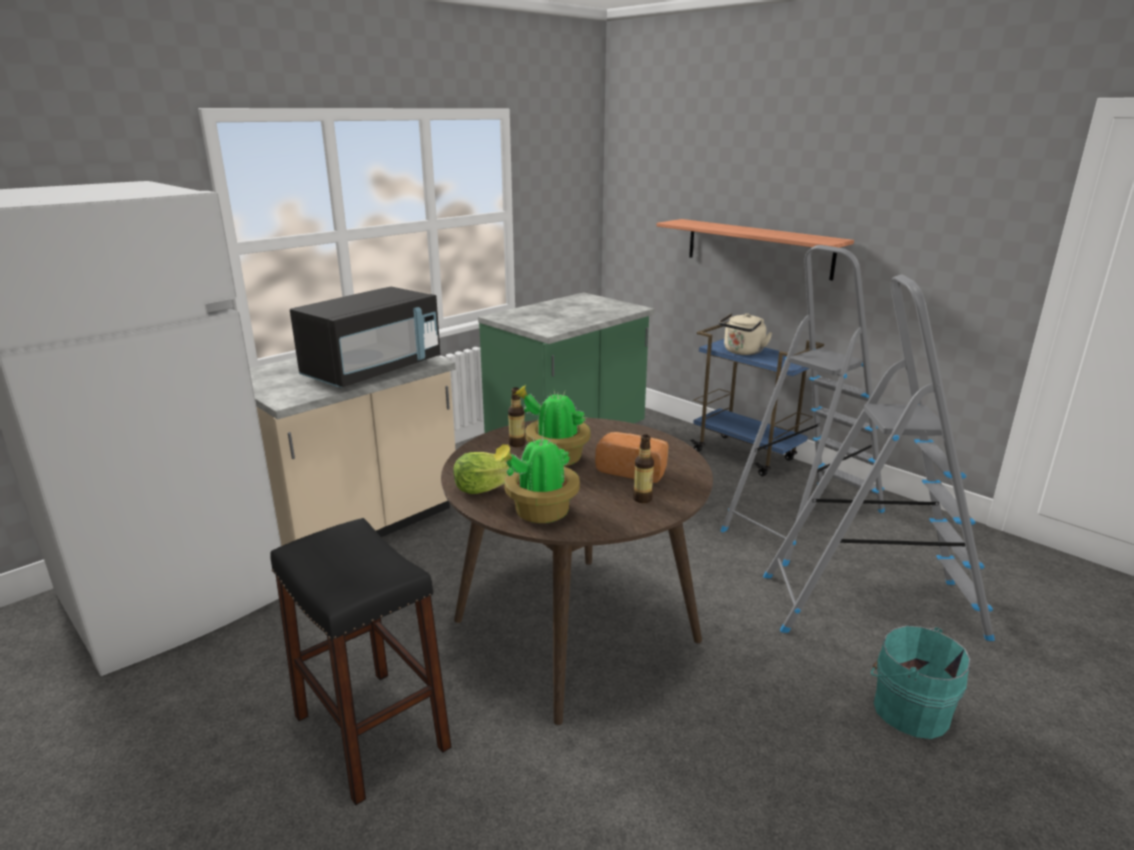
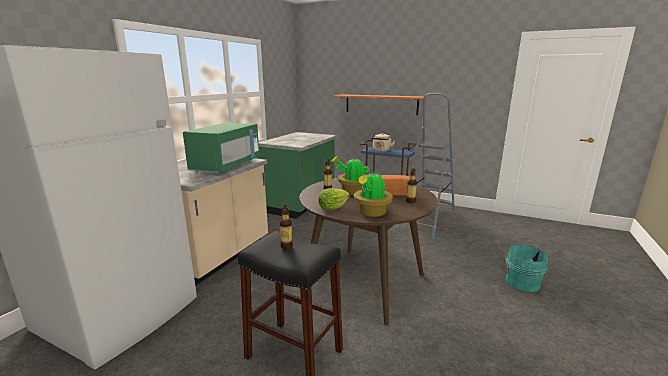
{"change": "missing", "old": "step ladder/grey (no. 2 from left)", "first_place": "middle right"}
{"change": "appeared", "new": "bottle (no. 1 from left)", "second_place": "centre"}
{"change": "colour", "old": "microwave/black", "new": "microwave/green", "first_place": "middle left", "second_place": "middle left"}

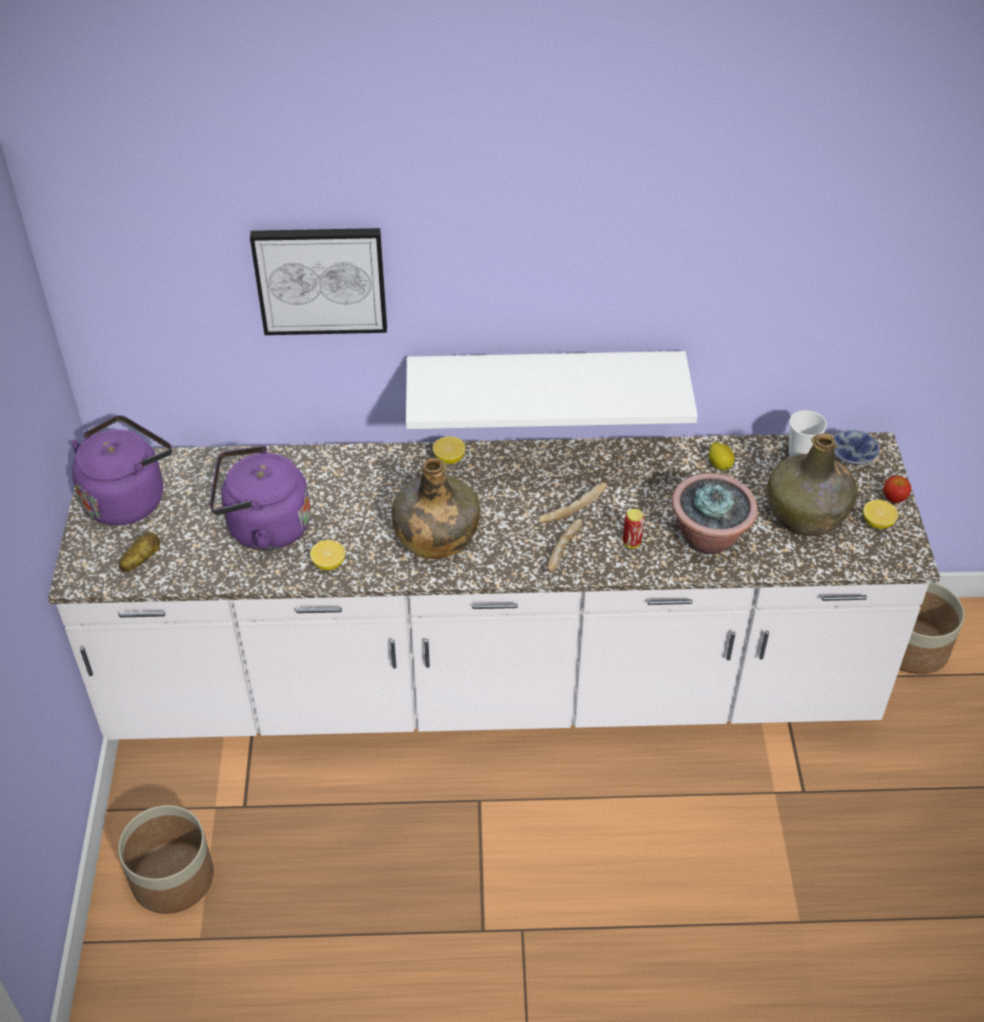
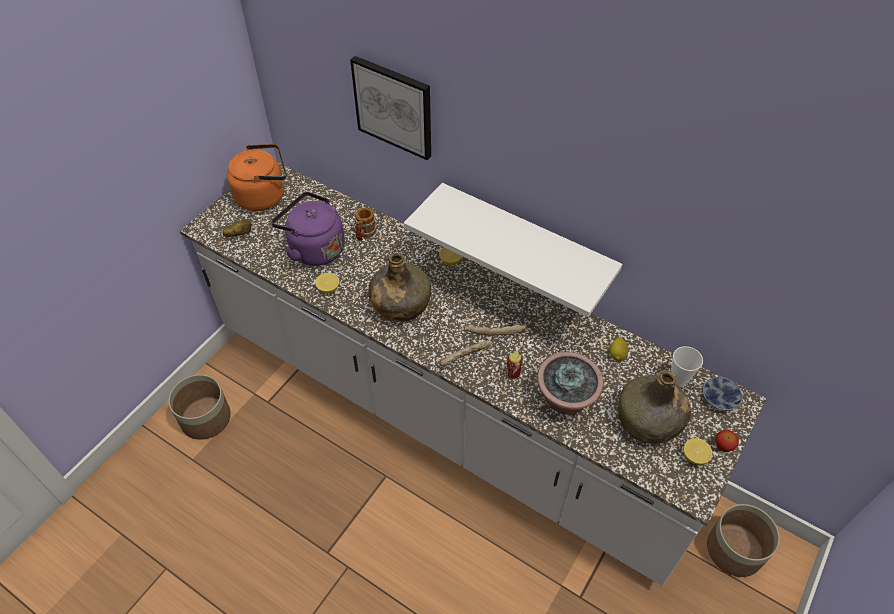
{"change": "appeared", "new": "mug", "second_place": "centre"}
{"change": "colour", "old": "kettle/purple (no. 1 from left)", "new": "kettle/orange", "first_place": "middle left", "second_place": "top left"}

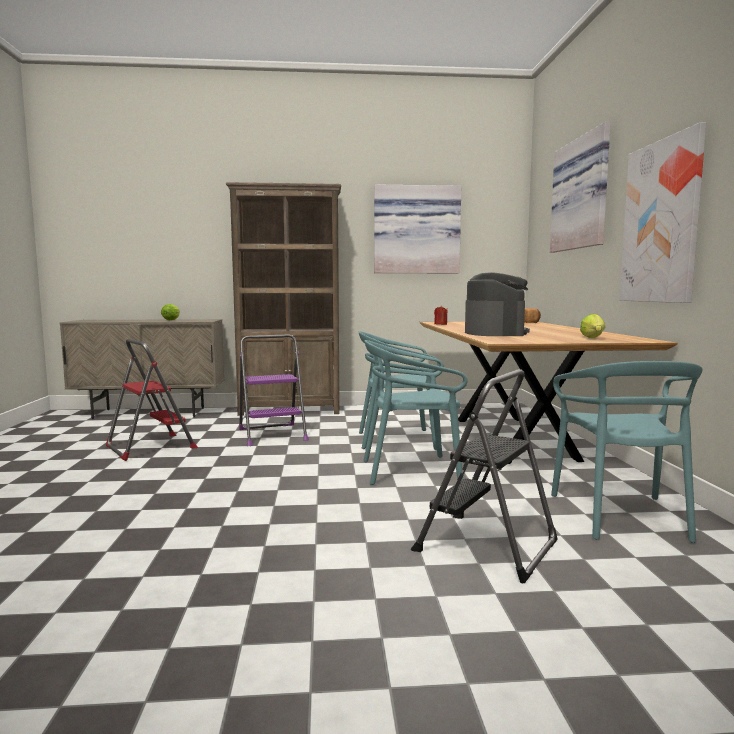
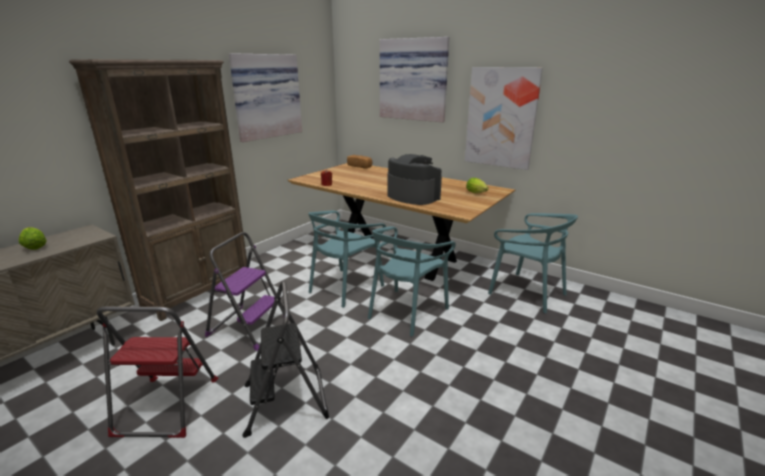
{"change": "relocated", "old": "step ladder/black", "first_place": "centre", "second_place": "bottom centre"}

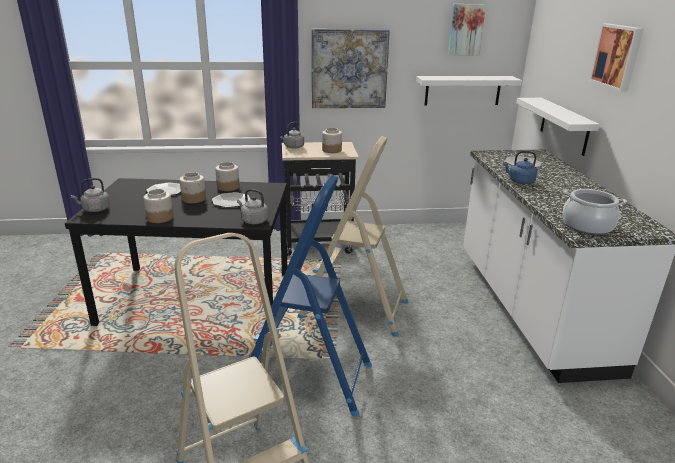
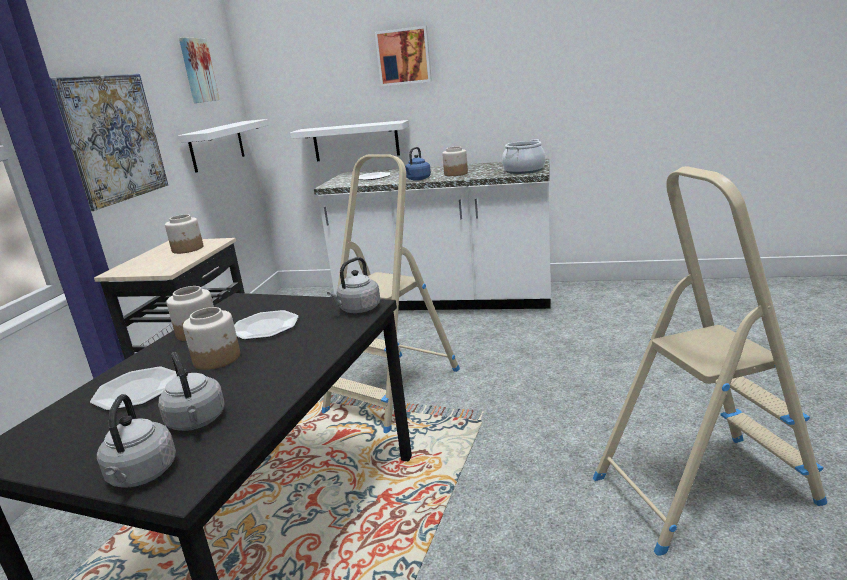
{"change": "missing", "old": "step ladder/blue", "first_place": "centre"}
{"change": "relocated", "old": "jar (no. 1 from left in the first image)", "new": "jar (no. 4 from left)", "first_place": "middle left", "second_place": "top centre"}
{"change": "relocated", "old": "kettle/grey (no. 3 from left in the first image)", "new": "kettle/grey (no. 2 from left)", "first_place": "top centre", "second_place": "bottom left"}

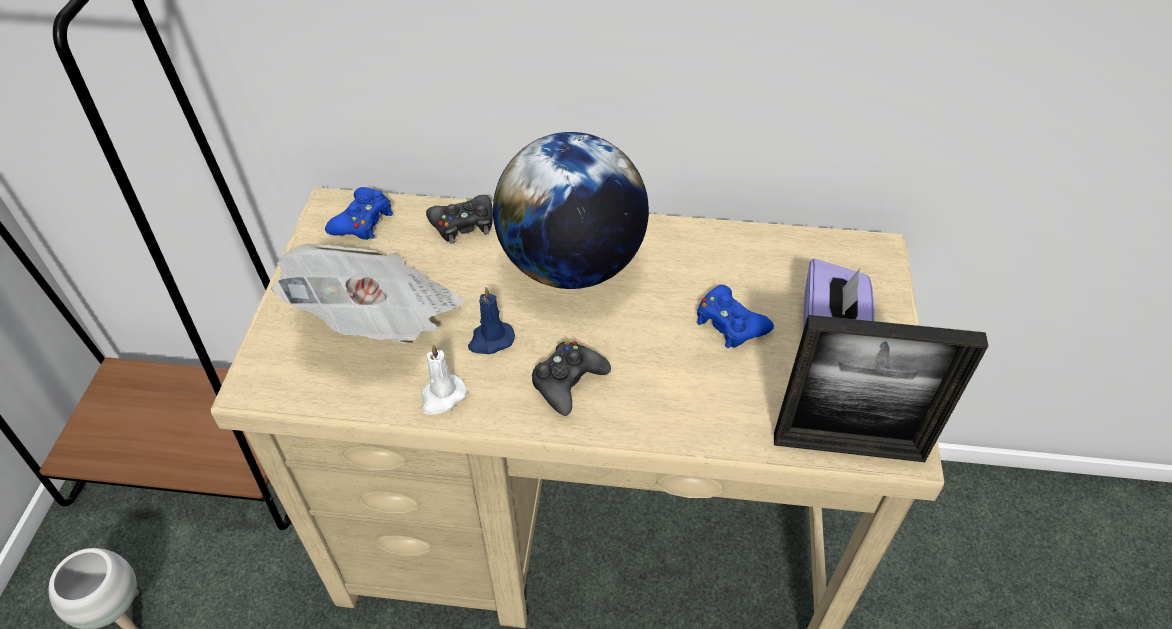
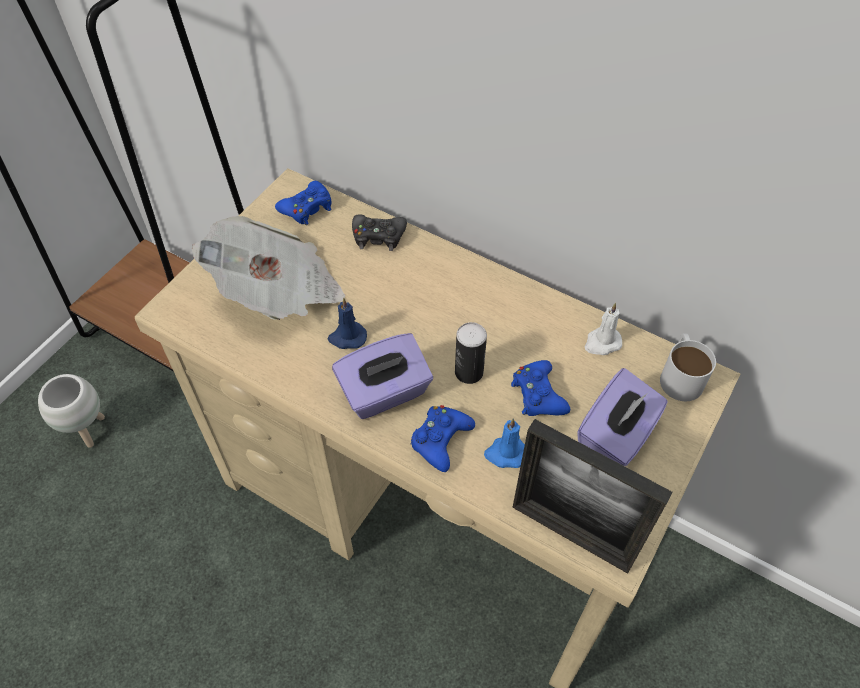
{"change": "missing", "old": "globe", "first_place": "centre"}
{"change": "appeared", "new": "game controller/blue (no. 2 from left)", "second_place": "centre"}
{"change": "appeared", "new": "can", "second_place": "centre"}
{"change": "appeared", "new": "candle/blue (no. 2 from left)", "second_place": "centre"}
{"change": "appeared", "new": "mug/white", "second_place": "middle right"}
{"change": "relocated", "old": "candle/white", "first_place": "centre", "second_place": "middle right"}
{"change": "exchanged", "old": "game controller/black (no. 2 from left)", "new": "tissue box/purple (no. 1 from left)", "first_place": "centre", "second_place": "centre"}

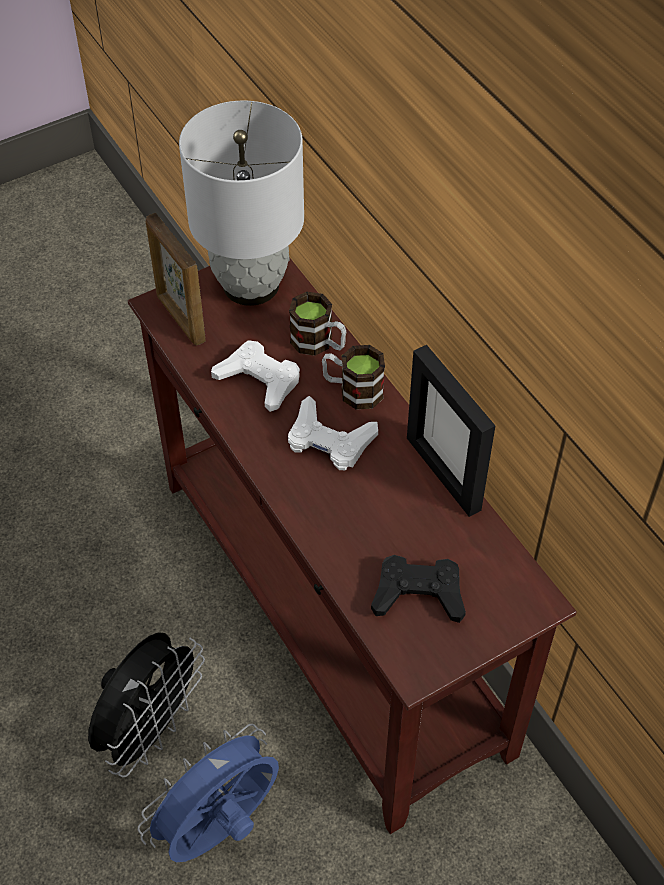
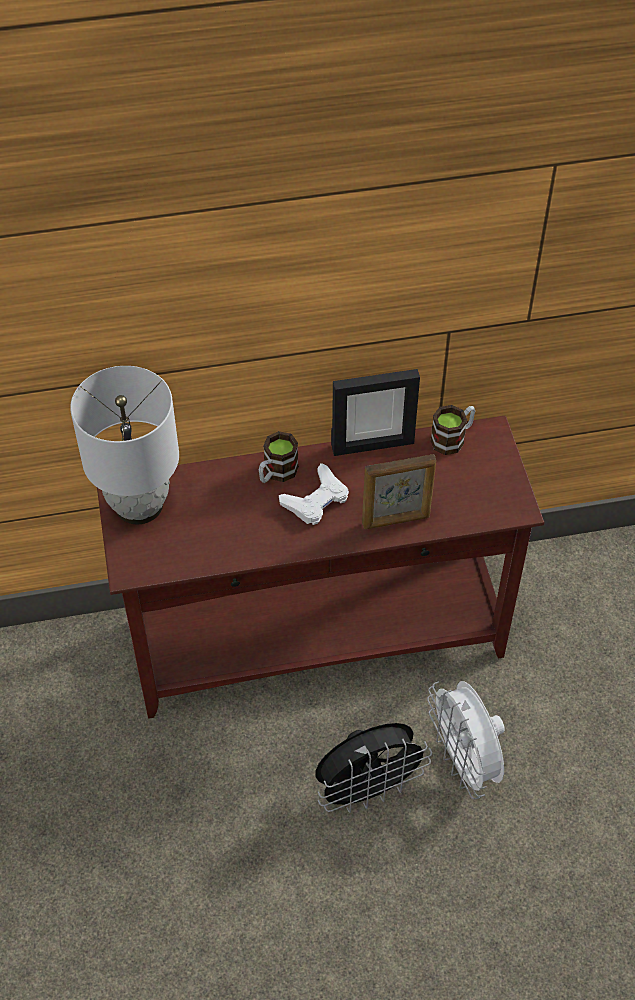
{"change": "missing", "old": "game controller/white (no. 1 from left)", "first_place": "centre"}
{"change": "missing", "old": "game controller/black", "first_place": "centre"}
{"change": "relocated", "old": "picture frame (no. 1 from left in the first image)", "new": "picture frame (no. 2 from left)", "first_place": "top left", "second_place": "centre"}
{"change": "relocated", "old": "mug (no. 1 from left in the first image)", "new": "mug (no. 2 from left)", "first_place": "centre", "second_place": "middle right"}
{"change": "colour", "old": "fan/blue", "new": "fan/white", "first_place": "bottom left", "second_place": "bottom right"}
{"change": "spun", "old": "fan/black", "first_place": "bottom left", "second_place": "bottom centre", "degrees": 105}

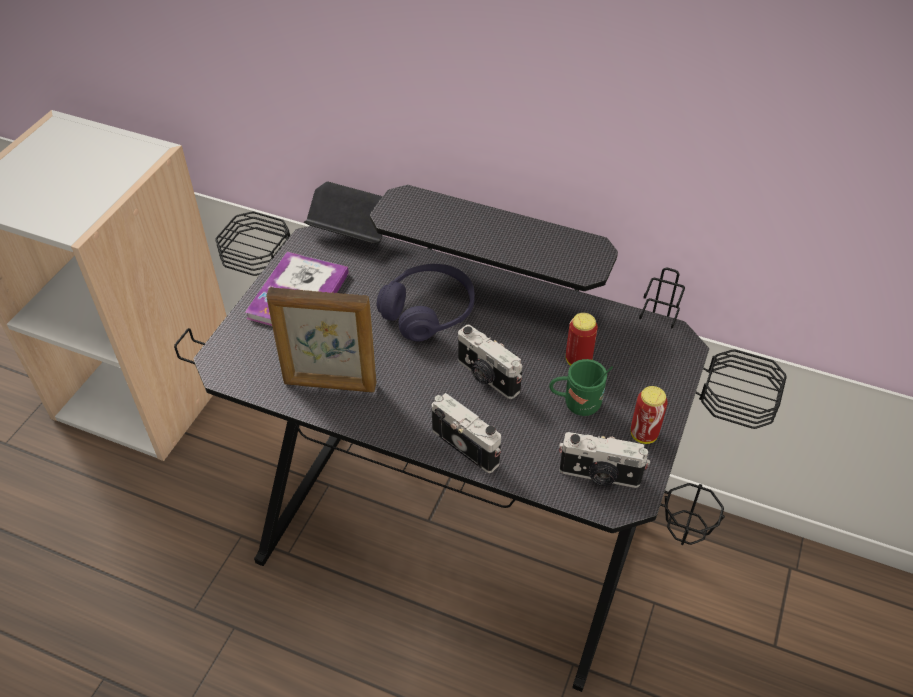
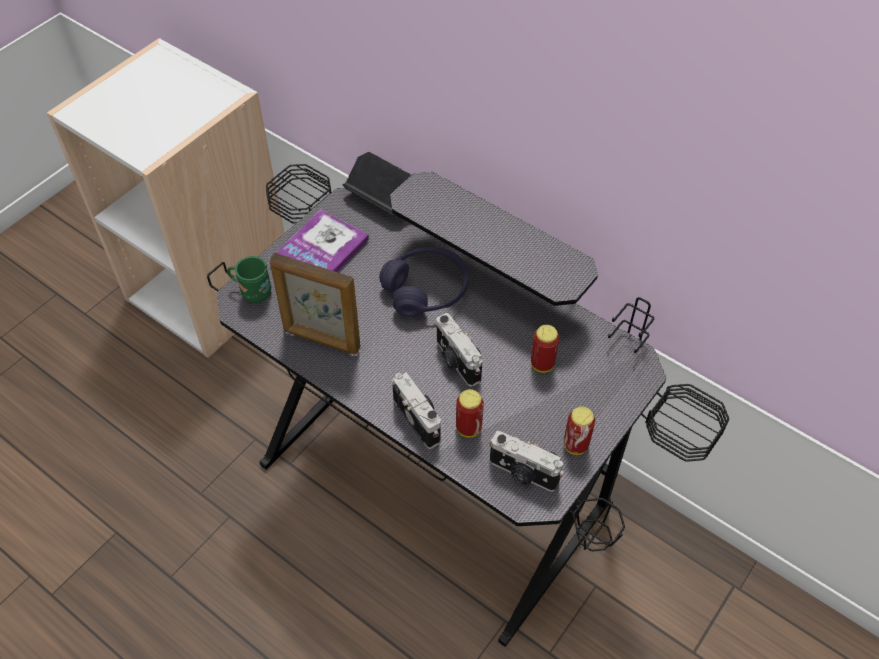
{"change": "appeared", "new": "can (no. 1 from left)", "second_place": "centre"}
{"change": "relocated", "old": "mug/green", "first_place": "centre", "second_place": "middle left"}

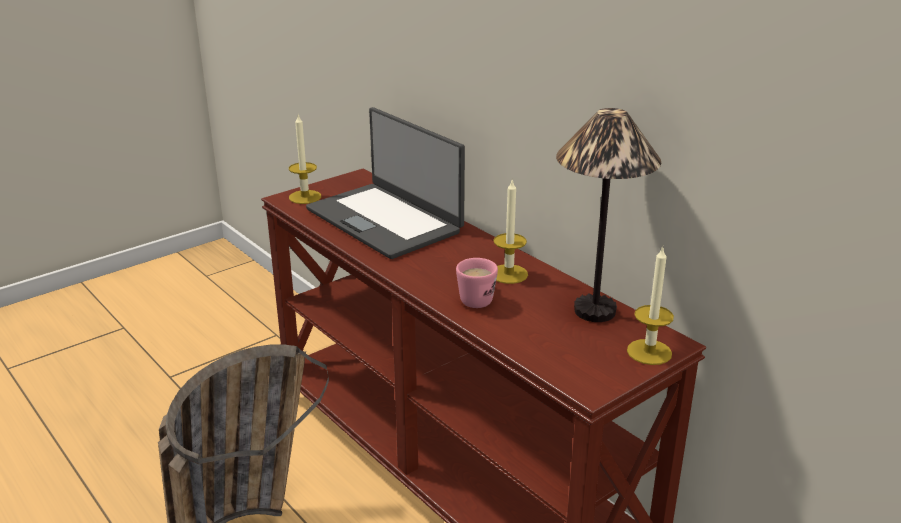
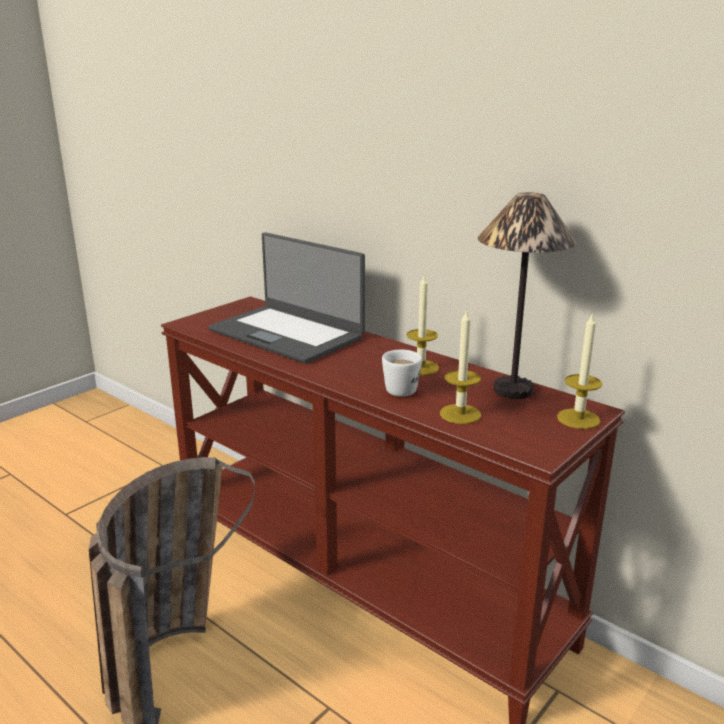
{"change": "relocated", "old": "candle (no. 1 from left in the first image)", "new": "candle (no. 2 from left)", "first_place": "top centre", "second_place": "centre"}
{"change": "colour", "old": "mug/pink", "new": "mug/white", "first_place": "centre", "second_place": "centre"}

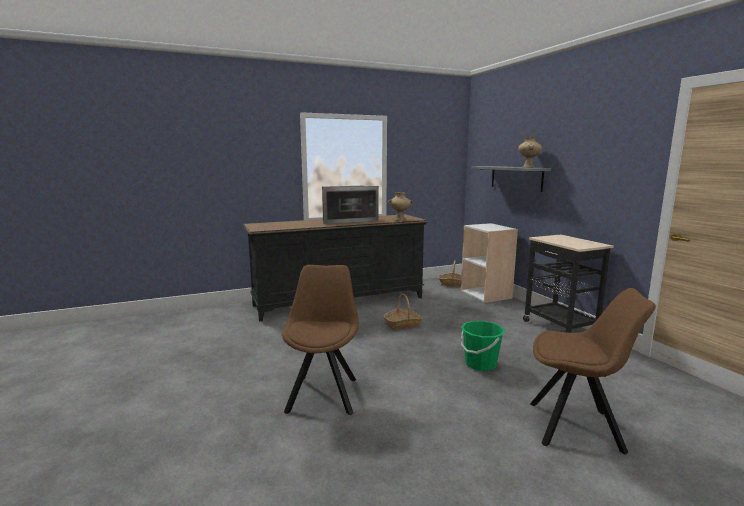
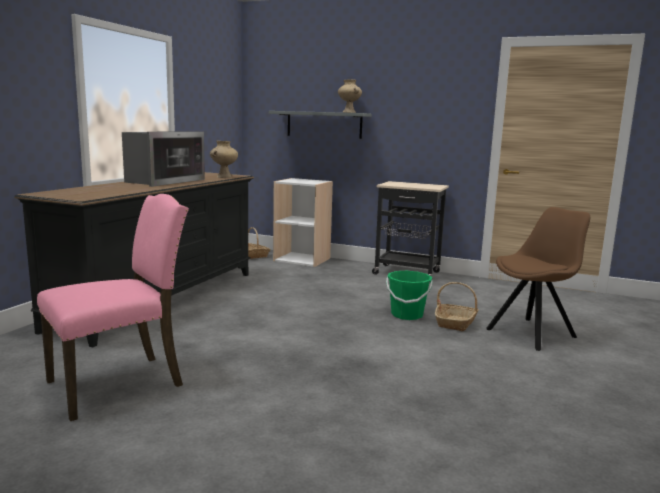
{"change": "missing", "old": "chair/brown (no. 1 from left)", "first_place": "bottom centre"}
{"change": "appeared", "new": "chair/pink", "second_place": "middle left"}
{"change": "relocated", "old": "basket (no. 1 from left in the first image)", "new": "basket (no. 2 from left)", "first_place": "centre", "second_place": "middle right"}

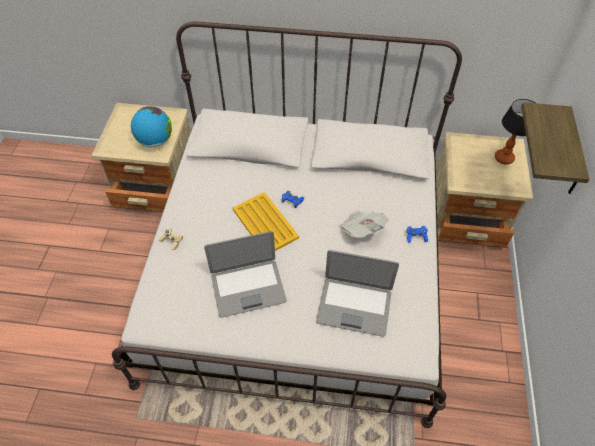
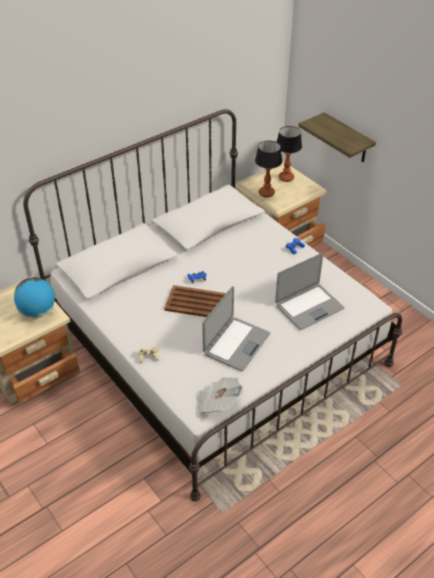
{"change": "appeared", "new": "table lamp (no. 1 from left)", "second_place": "top centre"}
{"change": "relocated", "old": "newspaper", "first_place": "centre", "second_place": "bottom centre"}
{"change": "colour", "old": "tray/yellow", "new": "tray/brown", "first_place": "centre", "second_place": "centre"}

